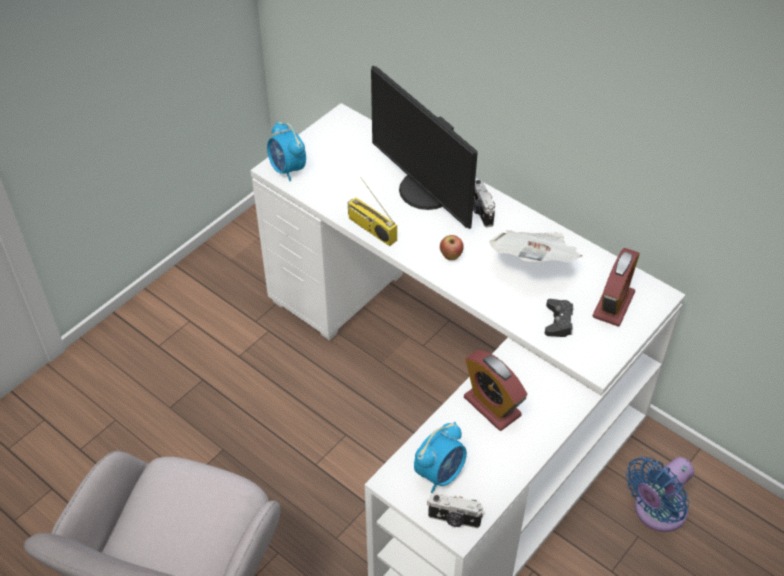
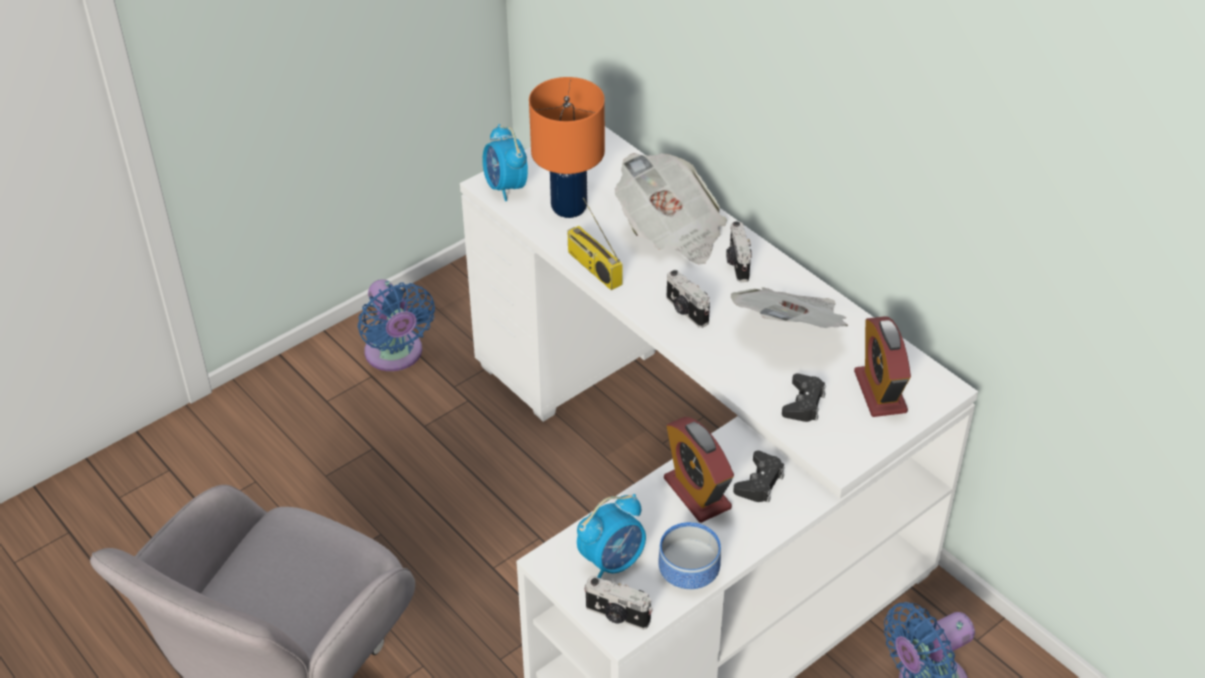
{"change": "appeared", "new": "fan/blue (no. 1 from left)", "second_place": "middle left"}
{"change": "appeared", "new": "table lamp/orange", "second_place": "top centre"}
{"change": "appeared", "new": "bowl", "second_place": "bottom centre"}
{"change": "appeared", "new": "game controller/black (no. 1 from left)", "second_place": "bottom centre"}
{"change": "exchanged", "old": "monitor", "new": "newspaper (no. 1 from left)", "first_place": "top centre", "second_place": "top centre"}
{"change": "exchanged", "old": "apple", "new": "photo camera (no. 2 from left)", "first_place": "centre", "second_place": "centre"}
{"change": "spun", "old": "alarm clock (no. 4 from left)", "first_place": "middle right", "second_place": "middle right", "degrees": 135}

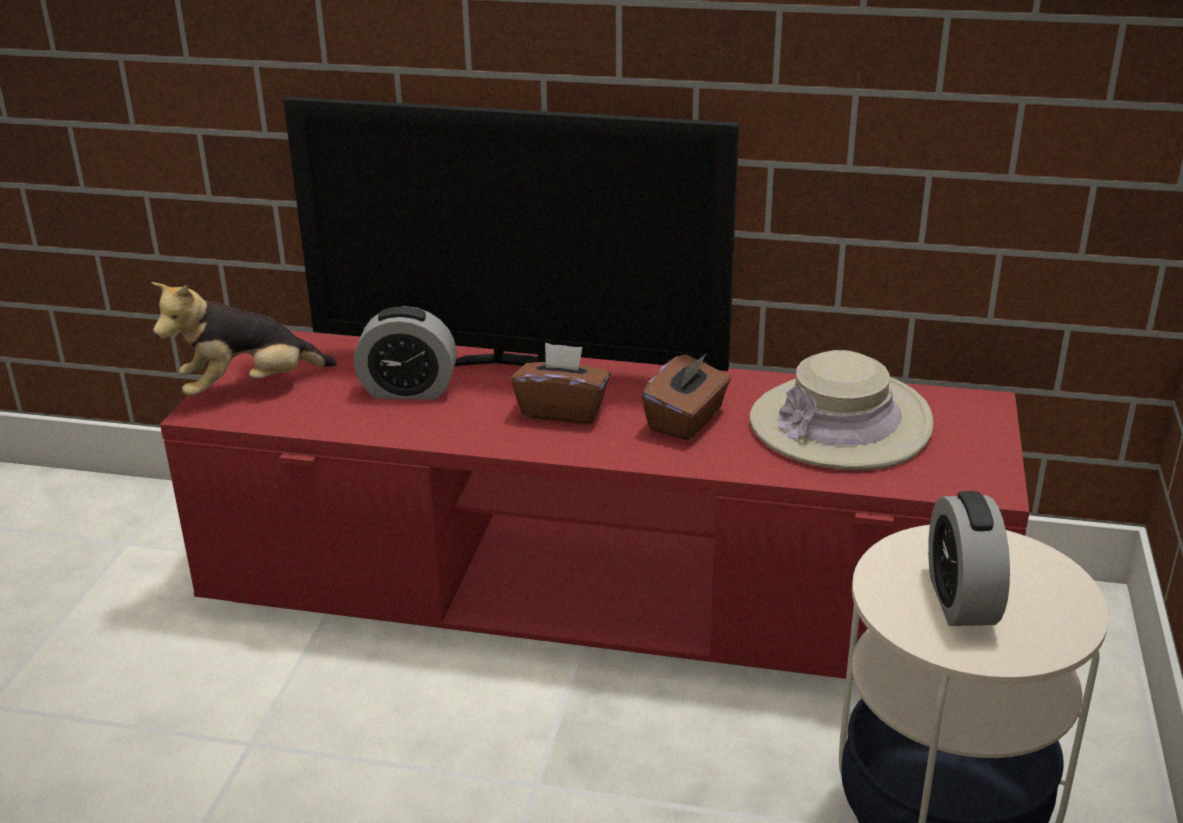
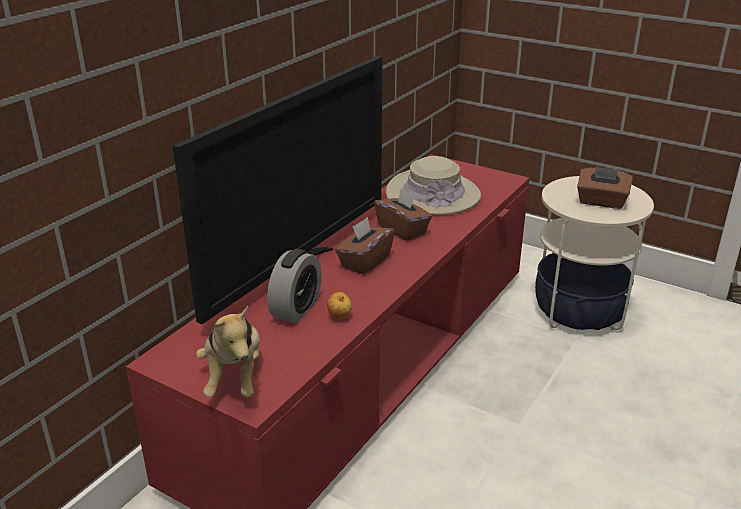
{"change": "appeared", "new": "apple", "second_place": "centre"}
{"change": "exchanged", "old": "alarm clock (no. 2 from left)", "new": "tissue box/brown (no. 3 from left)", "first_place": "bottom right", "second_place": "middle right"}

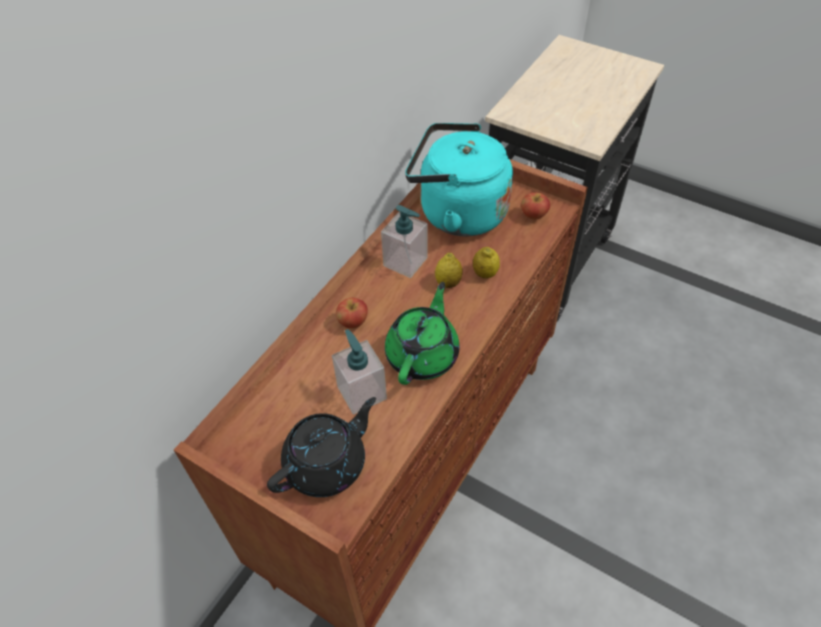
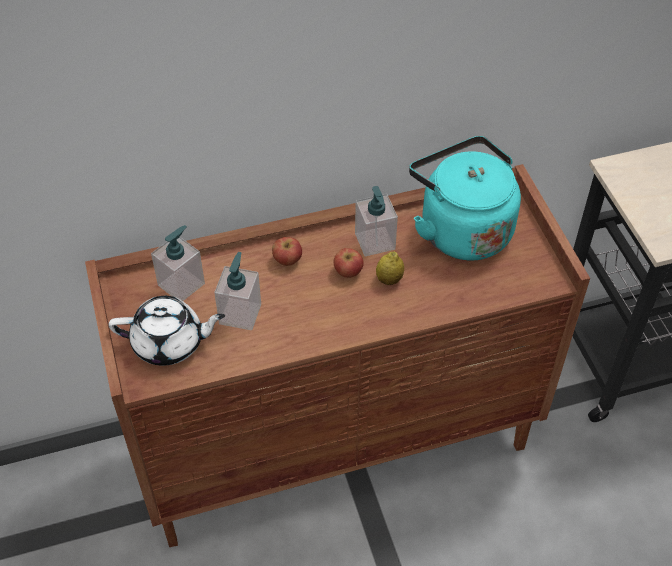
{"change": "missing", "old": "teapot/green", "first_place": "centre"}
{"change": "missing", "old": "lemon (no. 2 from left)", "first_place": "centre"}
{"change": "appeared", "new": "soap dispenser (no. 1 from left)", "second_place": "middle left"}
{"change": "relocated", "old": "apple (no. 2 from left)", "first_place": "top centre", "second_place": "centre"}
{"change": "colour", "old": "teapot/black", "new": "teapot/white", "first_place": "bottom centre", "second_place": "middle left"}

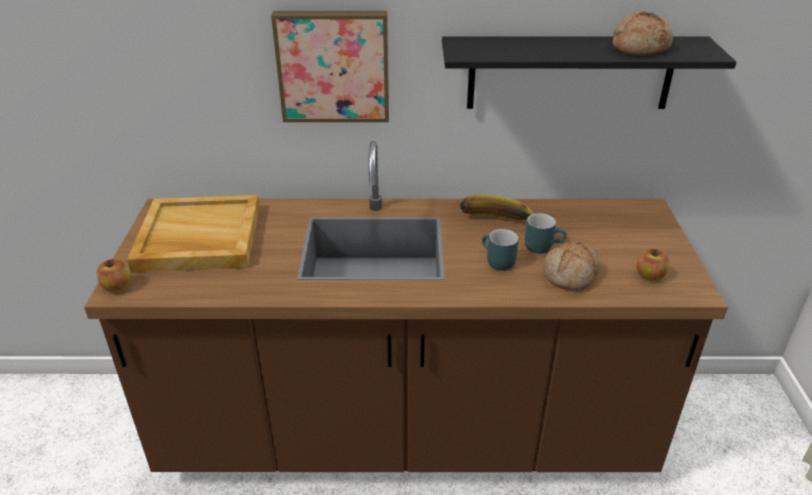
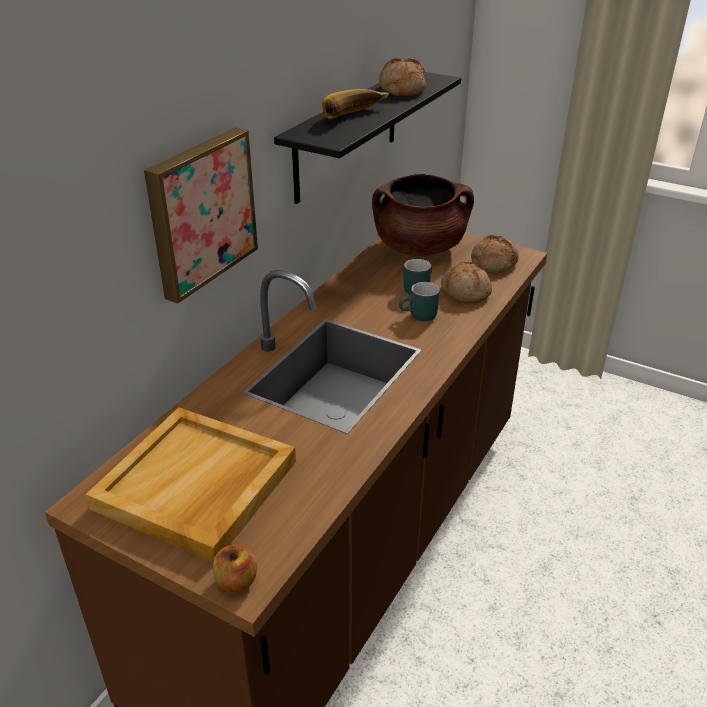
{"change": "appeared", "new": "cooking pot/brown", "second_place": "top centre"}
{"change": "relocated", "old": "banana", "first_place": "centre", "second_place": "top centre"}
{"change": "exchanged", "old": "apple (no. 2 from left)", "new": "bread (no. 3 from left)", "first_place": "middle right", "second_place": "middle right"}

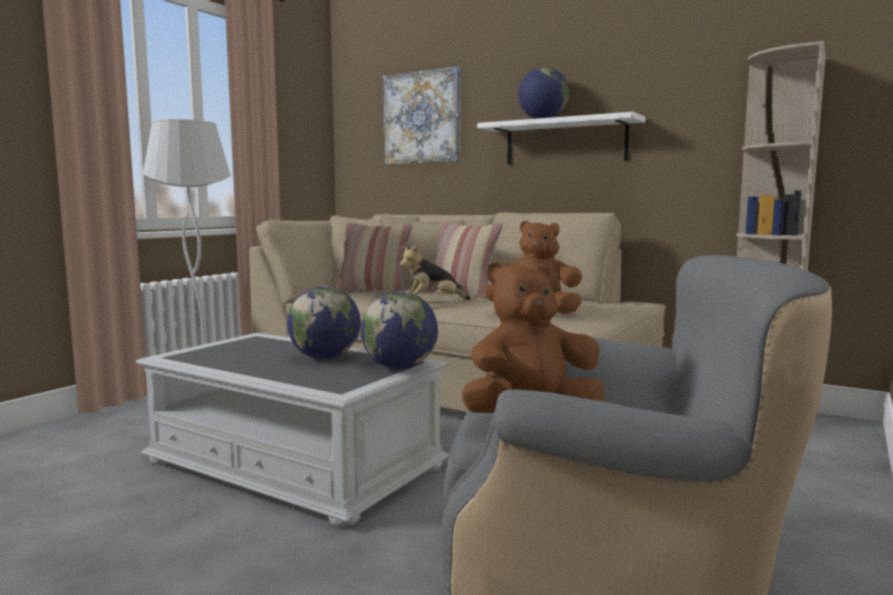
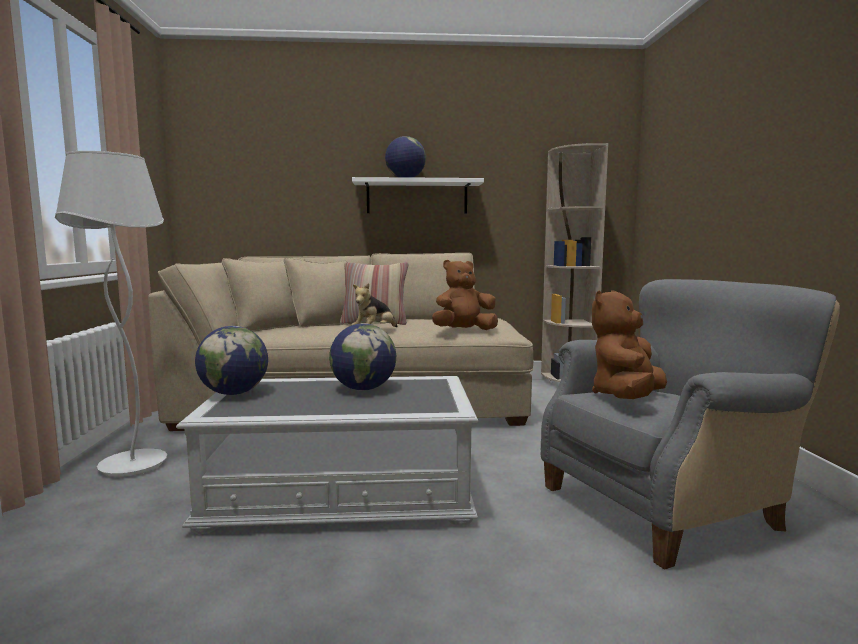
{"change": "missing", "old": "pillow (no. 1 from left)", "first_place": "centre"}
{"change": "missing", "old": "picture", "first_place": "top centre"}
{"change": "relocated", "old": "globe (no. 2 from left in the first image)", "new": "globe (no. 1 from left)", "first_place": "centre", "second_place": "middle left"}

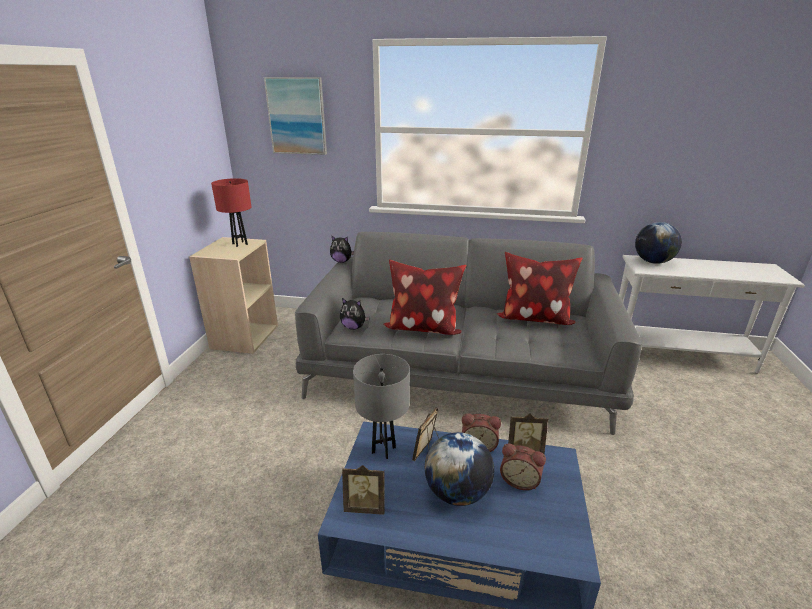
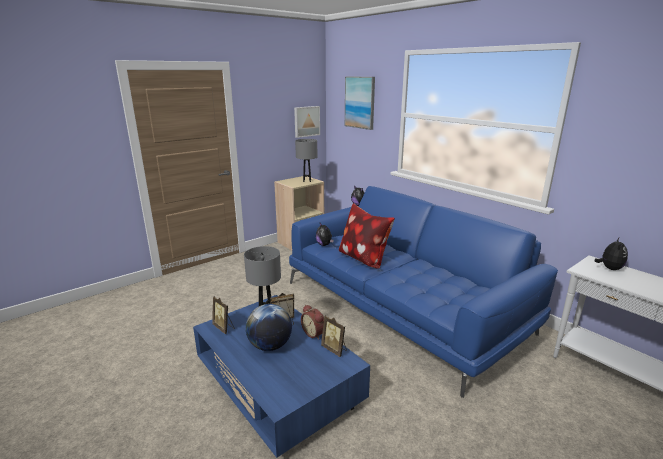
{"change": "missing", "old": "pillow (no. 2 from left)", "first_place": "centre"}
{"change": "missing", "old": "alarm clock (no. 2 from left)", "first_place": "bottom centre"}
{"change": "appeared", "new": "picture (no. 1 from left)", "second_place": "top centre"}
{"change": "exchanged", "old": "globe (no. 2 from left)", "new": "plush toy (no. 3 from left)", "first_place": "middle right", "second_place": "middle right"}
{"change": "colour", "old": "table lamp/red", "new": "table lamp/grey (no. 2 from left)", "first_place": "middle left", "second_place": "centre"}
{"change": "colour", "old": "sofa/grey", "new": "sofa/blue", "first_place": "centre", "second_place": "centre"}

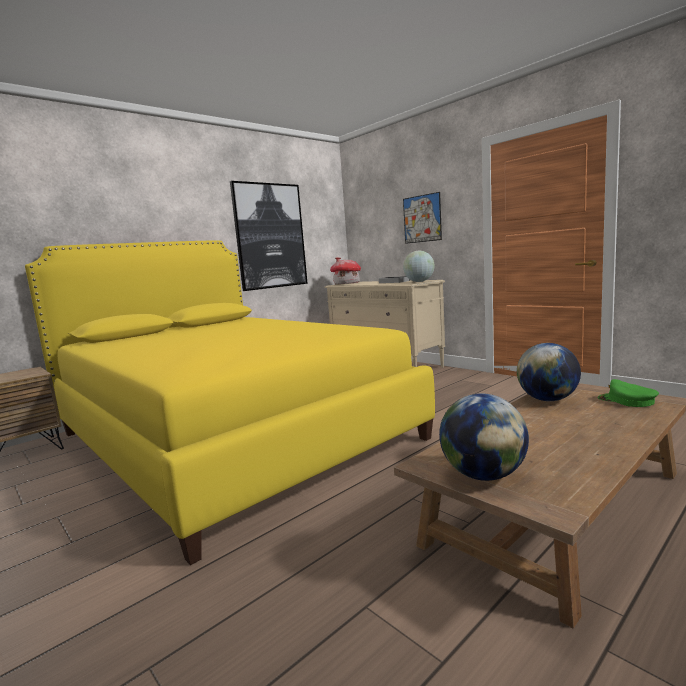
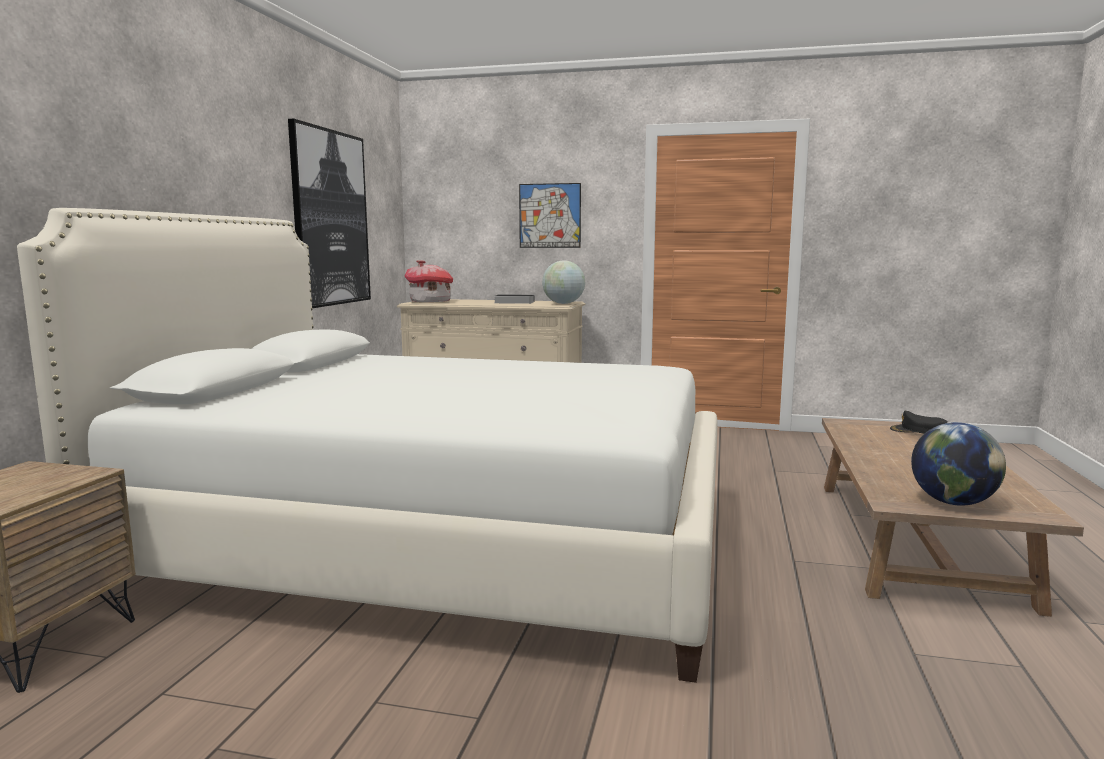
{"change": "missing", "old": "globe (no. 3 from left)", "first_place": "middle right"}
{"change": "colour", "old": "bed/yellow", "new": "bed/white", "first_place": "centre", "second_place": "middle left"}
{"change": "colour", "old": "cap/green", "new": "cap/black", "first_place": "middle right", "second_place": "middle right"}

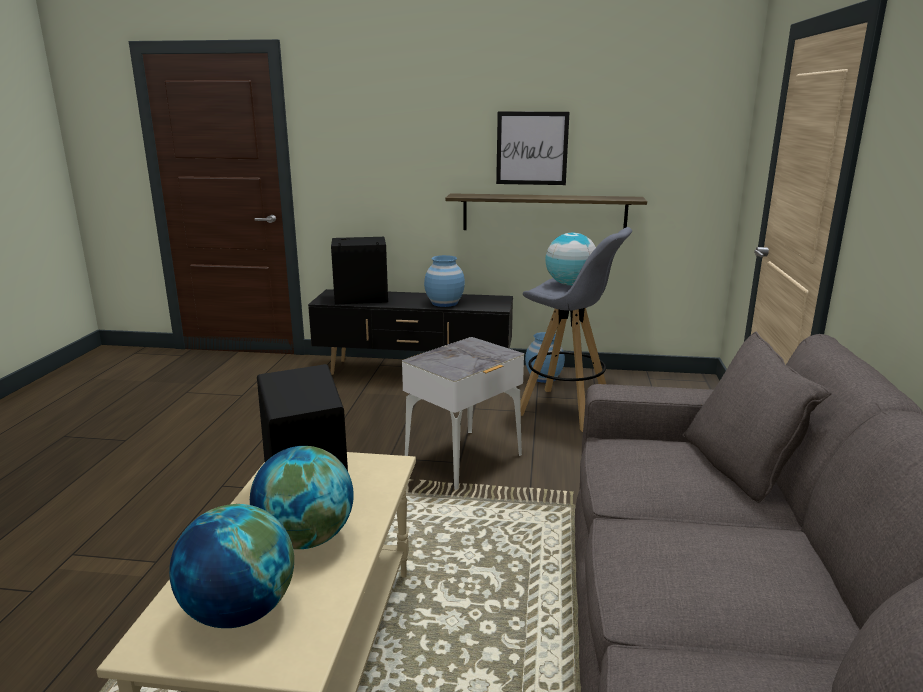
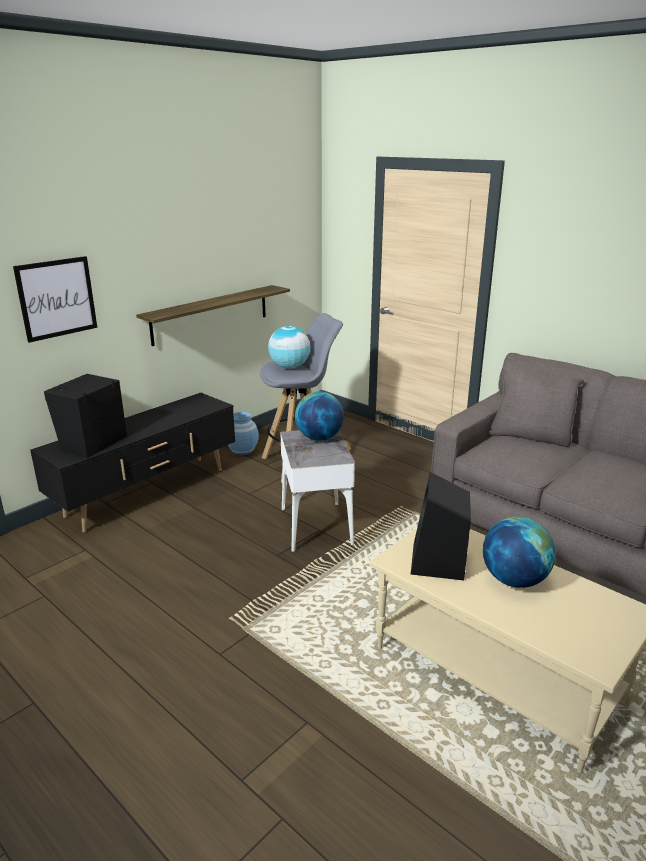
{"change": "missing", "old": "vase/blue (no. 1 from left)", "first_place": "centre"}
{"change": "relocated", "old": "globe (no. 1 from left in the first image)", "new": "globe (no. 2 from left)", "first_place": "bottom left", "second_place": "centre"}
{"change": "relocated", "old": "picture", "first_place": "top centre", "second_place": "middle left"}

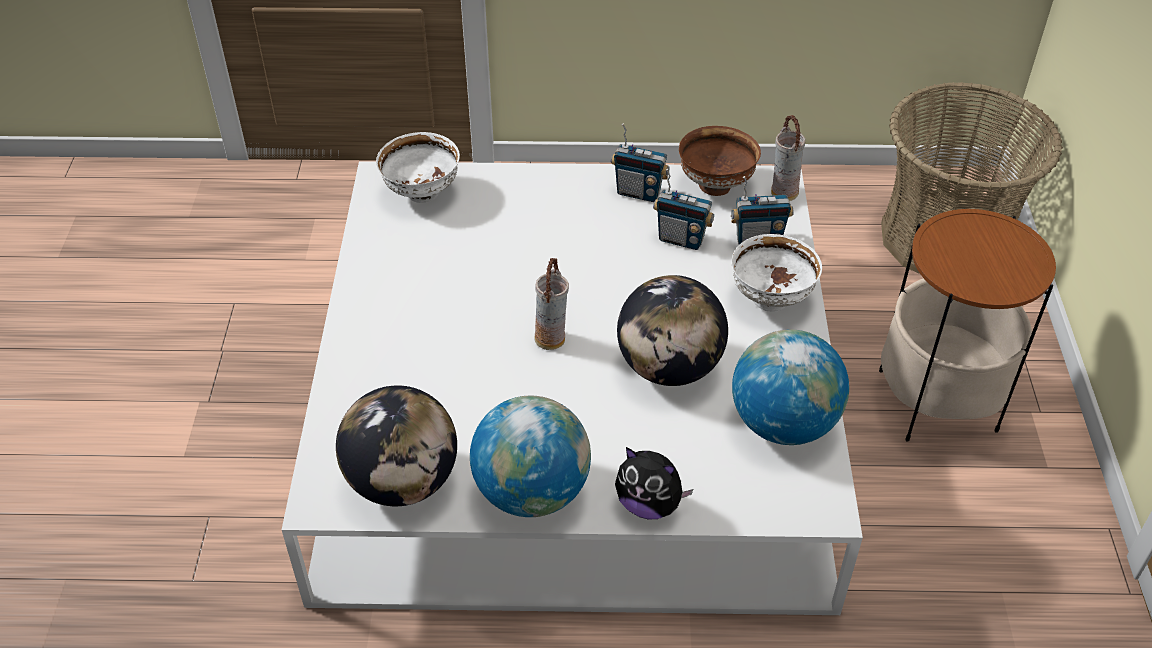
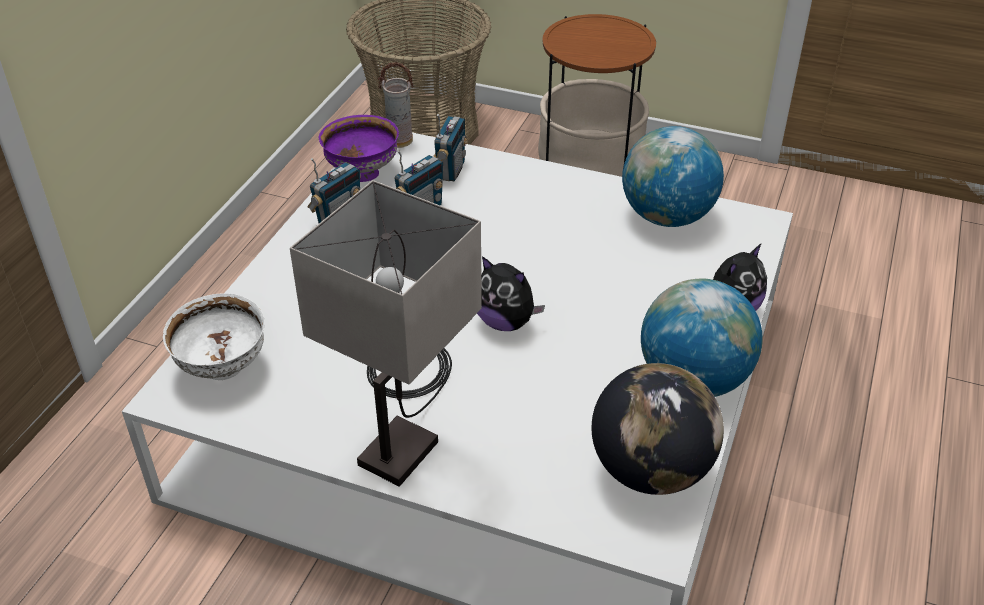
{"change": "missing", "old": "globe (no. 3 from left)", "first_place": "centre"}
{"change": "missing", "old": "bowl/white (no. 2 from left)", "first_place": "middle right"}
{"change": "appeared", "new": "table lamp", "second_place": "centre"}
{"change": "exchanged", "old": "vase (no. 1 from left)", "new": "plush toy (no. 1 from left)", "first_place": "centre", "second_place": "centre"}
{"change": "colour", "old": "bowl/brown", "new": "bowl/purple", "first_place": "top centre", "second_place": "top centre"}

